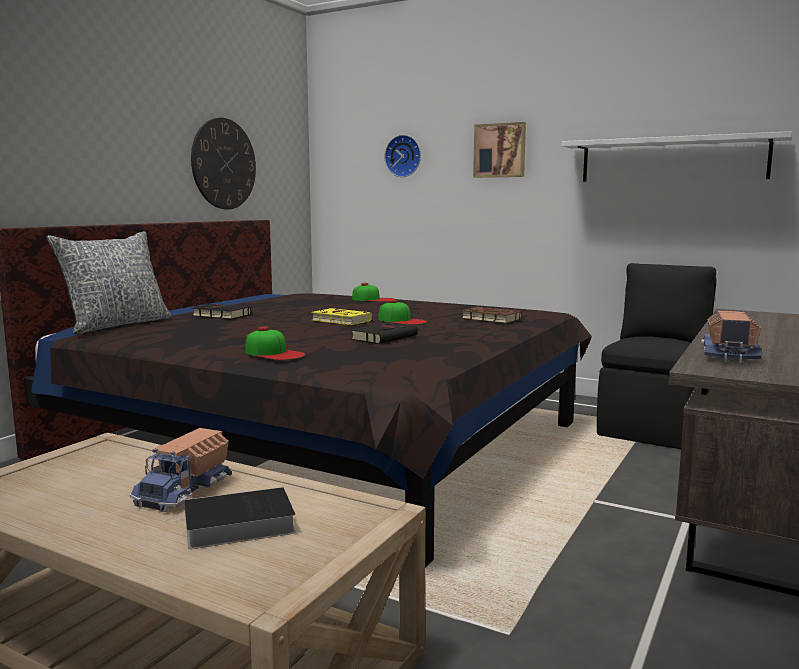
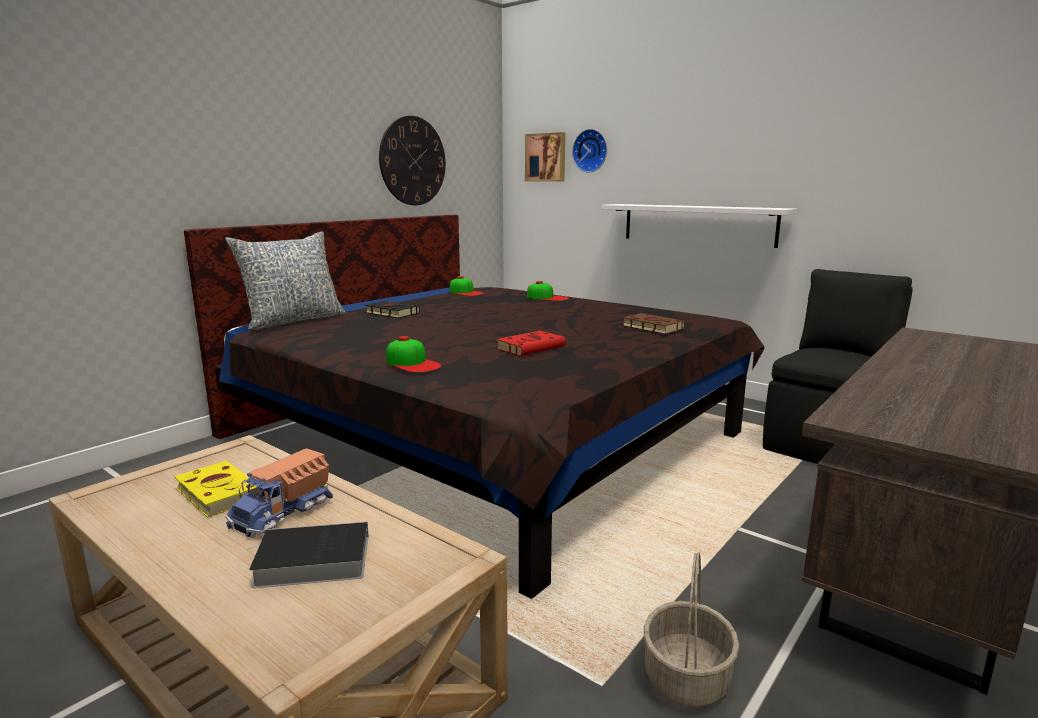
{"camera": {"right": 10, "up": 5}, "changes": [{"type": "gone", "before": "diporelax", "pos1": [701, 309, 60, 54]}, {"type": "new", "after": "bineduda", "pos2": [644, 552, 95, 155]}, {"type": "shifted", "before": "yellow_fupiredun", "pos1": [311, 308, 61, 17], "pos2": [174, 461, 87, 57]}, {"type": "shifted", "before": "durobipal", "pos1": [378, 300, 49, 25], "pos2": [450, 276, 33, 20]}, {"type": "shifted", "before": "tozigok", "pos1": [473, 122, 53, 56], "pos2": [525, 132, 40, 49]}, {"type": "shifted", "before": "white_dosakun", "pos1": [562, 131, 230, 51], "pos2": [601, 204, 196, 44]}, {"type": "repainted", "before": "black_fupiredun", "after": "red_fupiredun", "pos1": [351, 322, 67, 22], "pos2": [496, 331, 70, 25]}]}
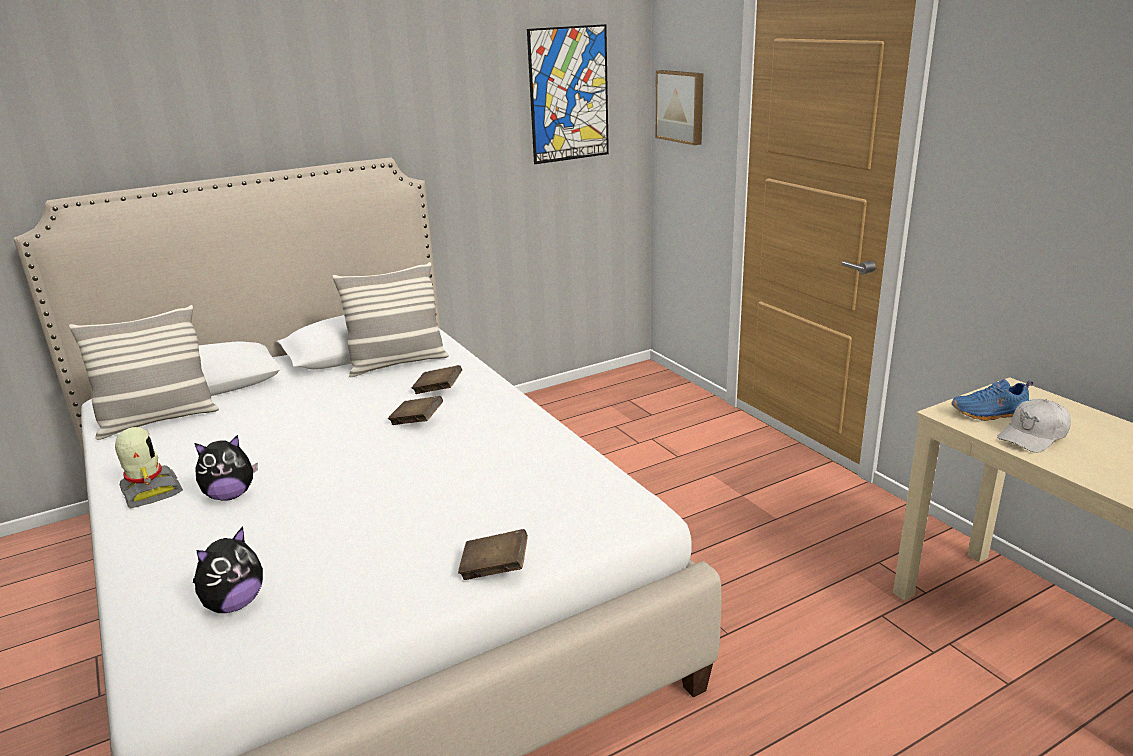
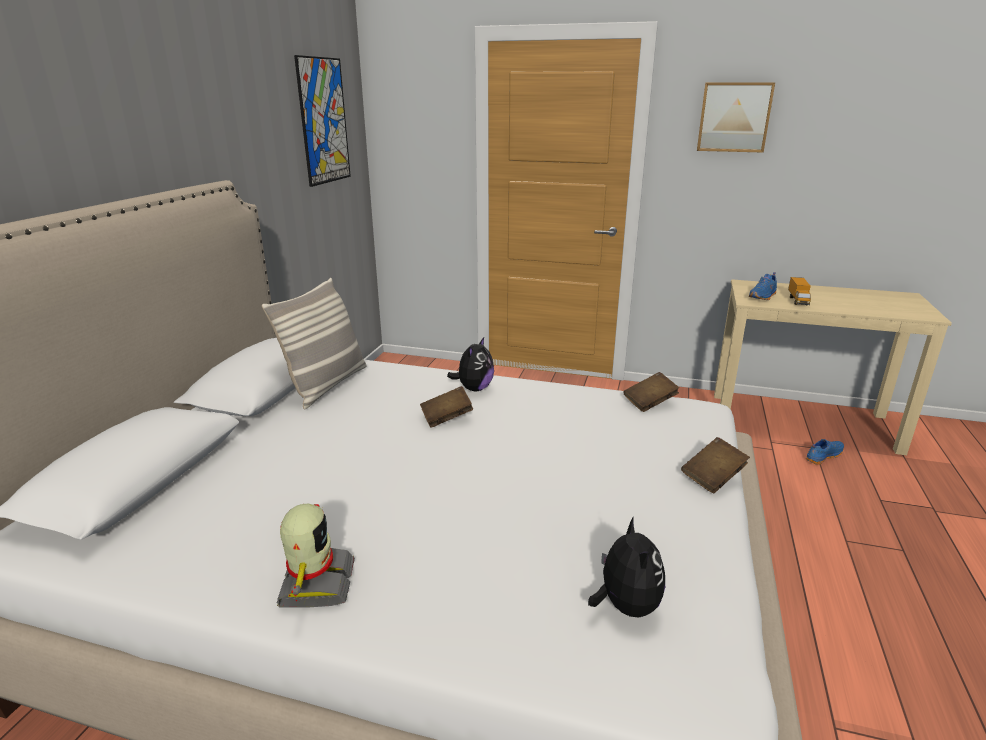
{"camera": {"right": -45, "up": 0}, "changes": [{"type": "gone", "before": "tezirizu", "pos1": [69, 305, 150, 135]}, {"type": "new", "after": "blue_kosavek", "pos2": [806, 439, 38, 26]}, {"type": "shifted", "before": "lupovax", "pos1": [195, 435, 63, 66], "pos2": [447, 337, 47, 55]}, {"type": "shifted", "before": "brown_fupiredun", "pos1": [412, 365, 50, 29], "pos2": [624, 372, 55, 40]}, {"type": "shifted", "before": "tozigok", "pos1": [655, 70, 48, 75], "pos2": [697, 82, 78, 71]}, {"type": "swapped", "before": "white_durobipal", "after": "diporelax", "pos1": [997, 399, 74, 54], "pos2": [788, 277, 23, 29]}, {"type": "rotated", "before": "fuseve", "pos1": [115, 427, 68, 81], "pos2": [277, 504, 78, 104], "turn": 75}]}
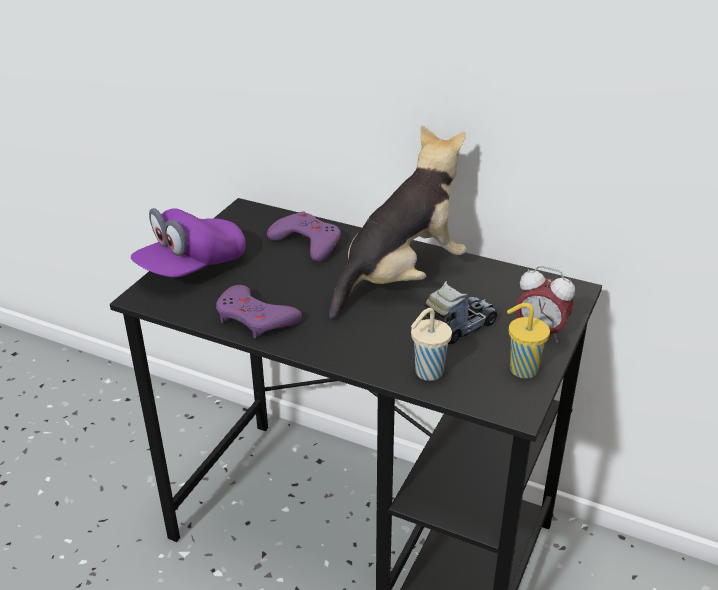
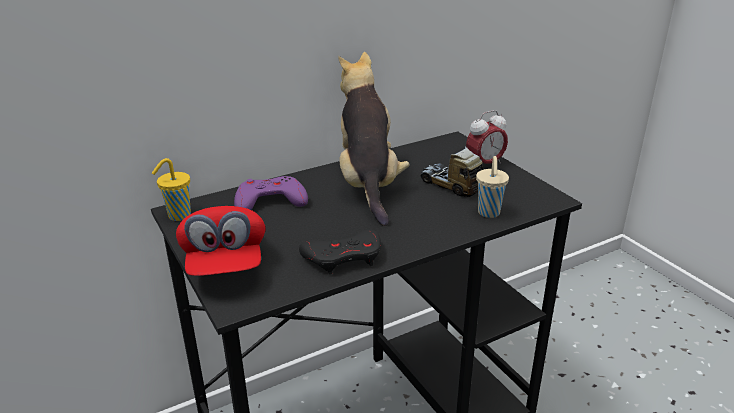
{"camera": {"right": -55, "up": -5}, "changes": [{"type": "shifted", "before": "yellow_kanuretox", "pos1": [507, 303, 43, 76], "pos2": [152, 158, 39, 63]}, {"type": "repainted", "before": "purple_durobipal", "after": "red_durobipal", "pos1": [131, 208, 115, 69], "pos2": [176, 206, 90, 70]}, {"type": "repainted", "before": "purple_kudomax", "after": "black_kudomax", "pos1": [216, 285, 86, 53], "pos2": [299, 230, 82, 45]}, {"type": "rotated", "before": "diporelax", "pos1": [422, 281, 76, 63], "pos2": [421, 147, 62, 50], "turn": -45}]}
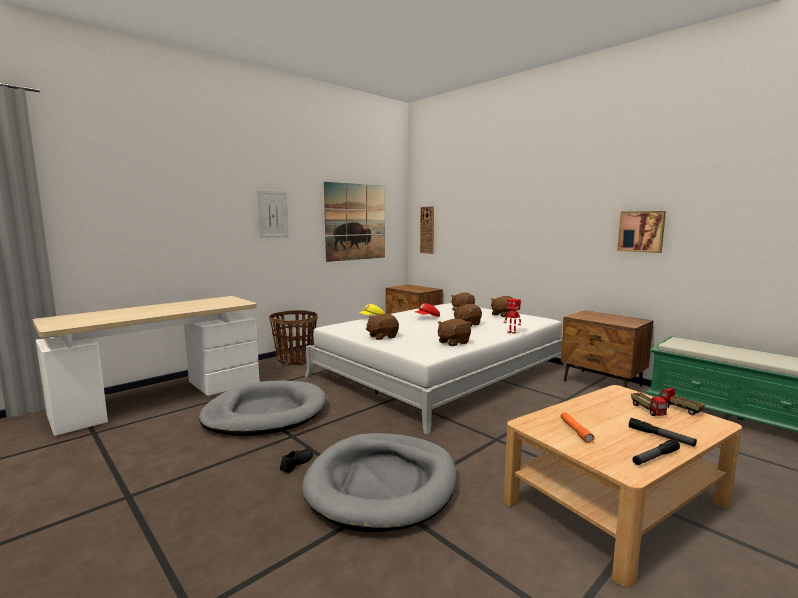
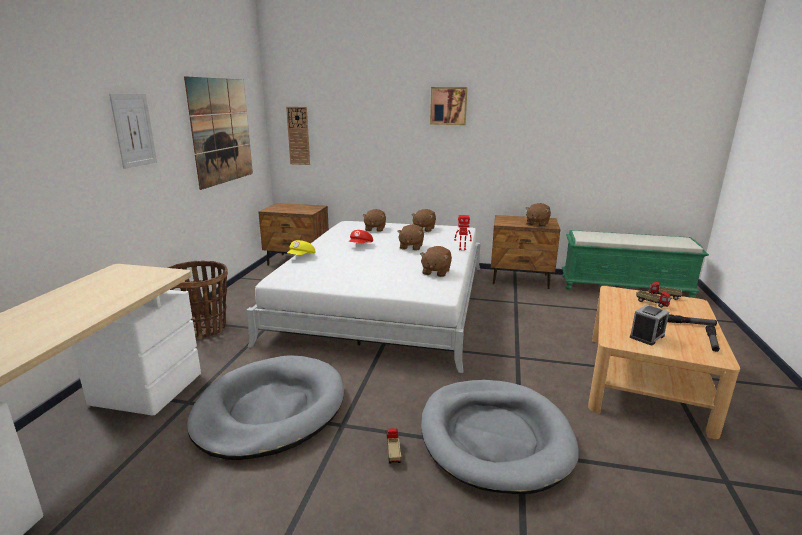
{"camera": {"right": -35, "up": 10}, "changes": [{"type": "shifted", "before": "brown_lupovax", "pos1": [366, 314, 33, 26], "pos2": [526, 203, 25, 24]}, {"type": "shifted", "before": "tozigok", "pos1": [617, 211, 49, 42], "pos2": [430, 87, 38, 38]}, {"type": "swapped", "before": "black_kosavek", "after": "diporelax", "pos1": [280, 449, 33, 24], "pos2": [386, 428, 15, 36]}, {"type": "swapped", "before": "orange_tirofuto", "after": "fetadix", "pos1": [561, 412, 33, 32], "pos2": [630, 304, 39, 41]}]}
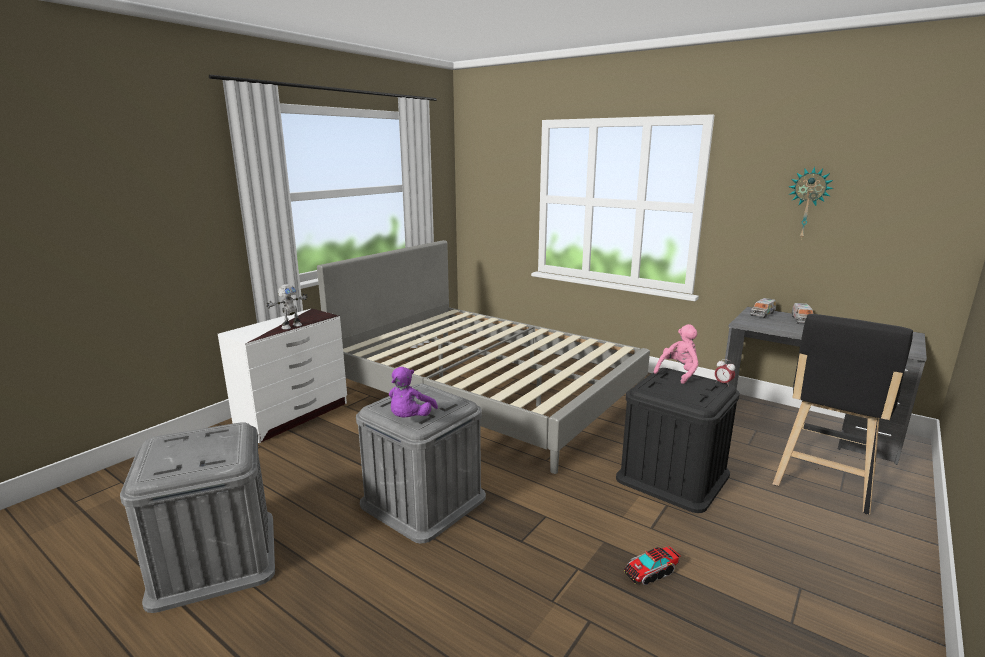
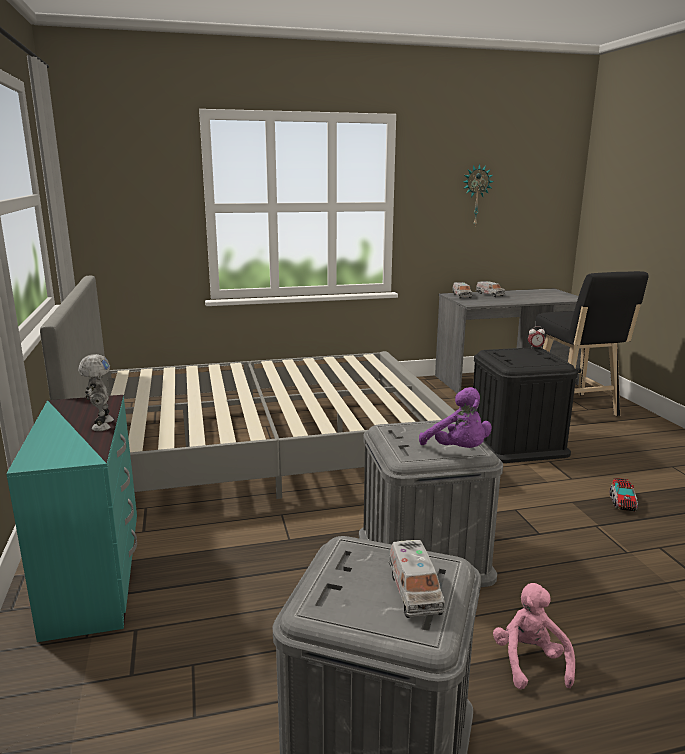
{"camera": {"right": -50, "up": 0}, "changes": [{"type": "new", "after": "diporelax", "pos2": [389, 540, 56, 78]}, {"type": "shifted", "before": "pink_lupovax", "pos1": [654, 324, 45, 60], "pos2": [493, 583, 82, 106]}, {"type": "repainted", "before": "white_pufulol", "after": "turquoise_pufulol", "pos1": [218, 309, 129, 134], "pos2": [6, 395, 131, 247]}]}
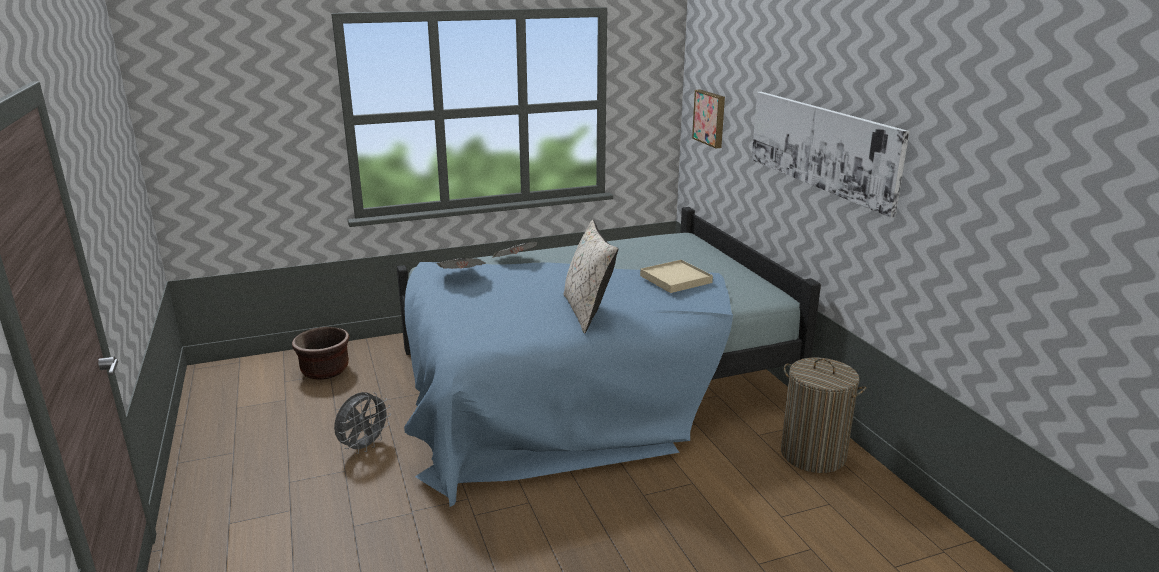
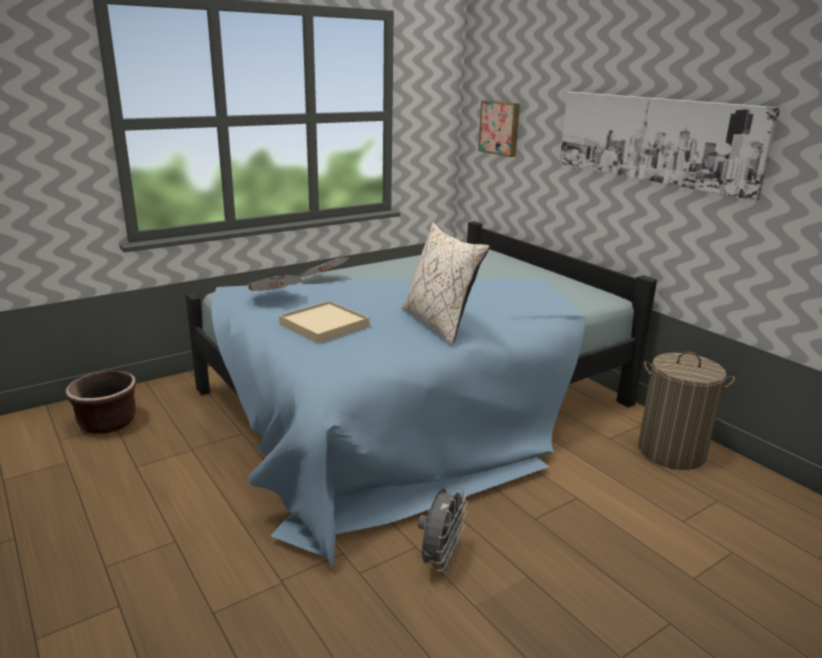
{"camera": {"right": -15, "up": 0}, "changes": [{"type": "shifted", "before": "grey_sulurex", "pos1": [334, 392, 57, 62], "pos2": [418, 487, 50, 86]}, {"type": "shifted", "before": "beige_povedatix", "pos1": [640, 260, 73, 33], "pos2": [279, 301, 90, 43]}]}
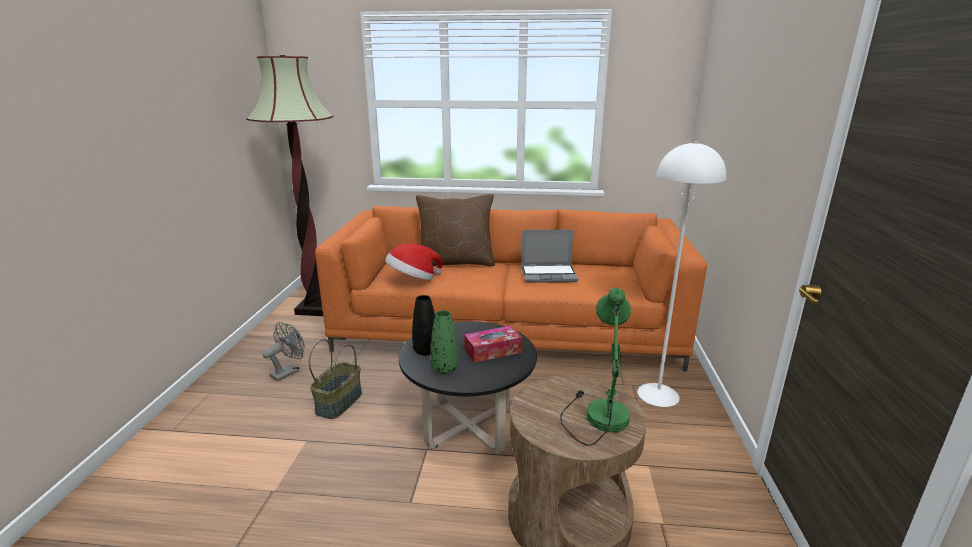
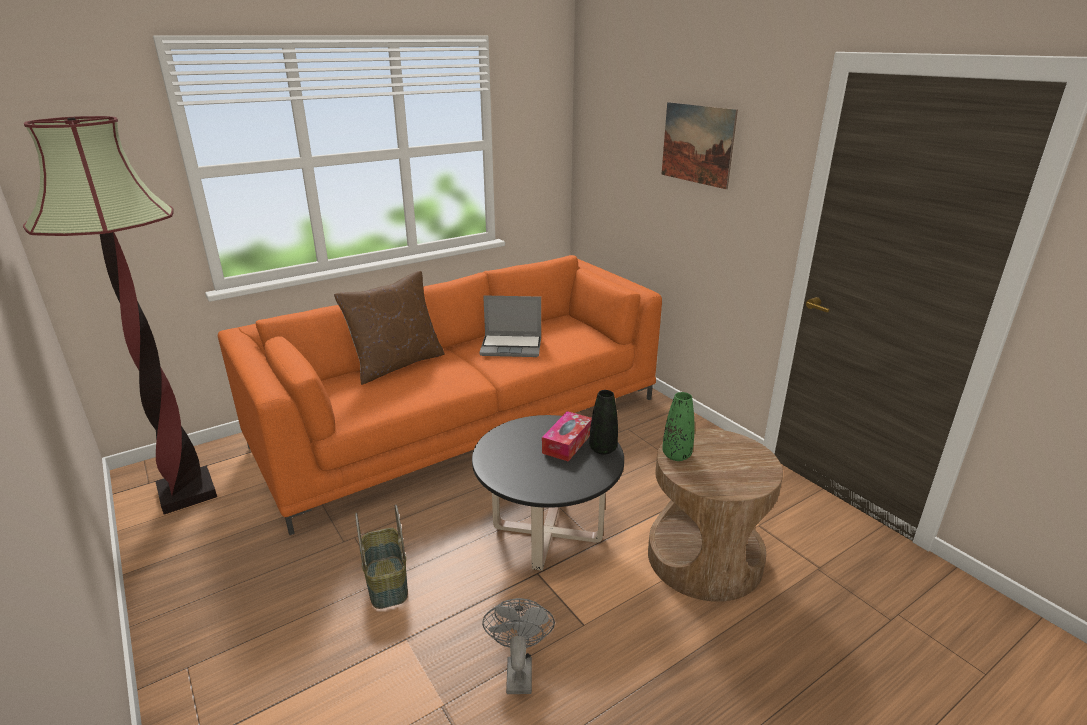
{"camera": {"right": -40, "up": 5}, "changes": [{"type": "gone", "before": "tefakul", "pos1": [385, 244, 57, 36]}, {"type": "gone", "before": "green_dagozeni", "pos1": [560, 288, 71, 158]}, {"type": "gone", "before": "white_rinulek", "pos1": [637, 141, 89, 266]}, {"type": "new", "after": "tozigok", "pos2": [661, 102, 77, 87]}, {"type": "shifted", "before": "grey_sulurex", "pos1": [263, 322, 42, 59], "pos2": [482, 598, 73, 96]}, {"type": "shifted", "before": "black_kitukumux", "pos1": [412, 295, 23, 60], "pos2": [590, 390, 28, 65]}, {"type": "shifted", "before": "green_kitukumux", "pos1": [431, 310, 27, 64], "pos2": [662, 392, 33, 69]}, {"type": "rotated", "before": "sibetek", "pos1": [521, 229, 58, 54], "pos2": [479, 295, 62, 62], "turn": 45}]}
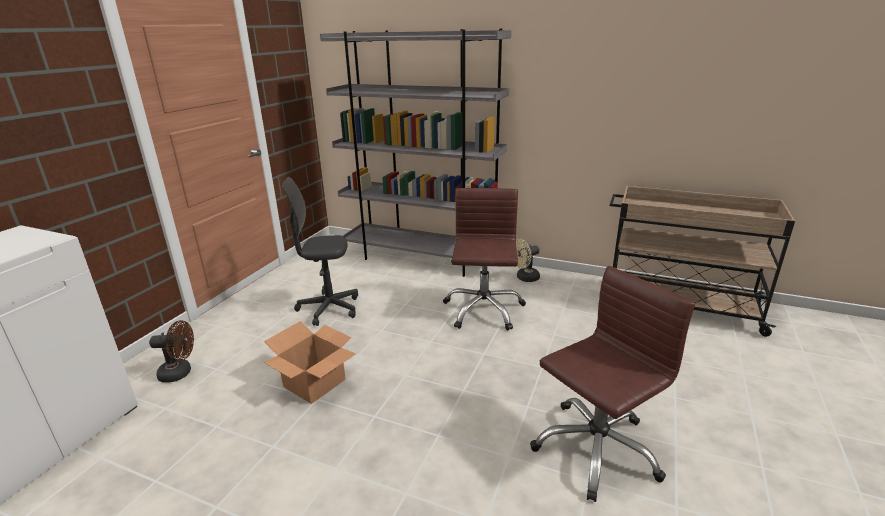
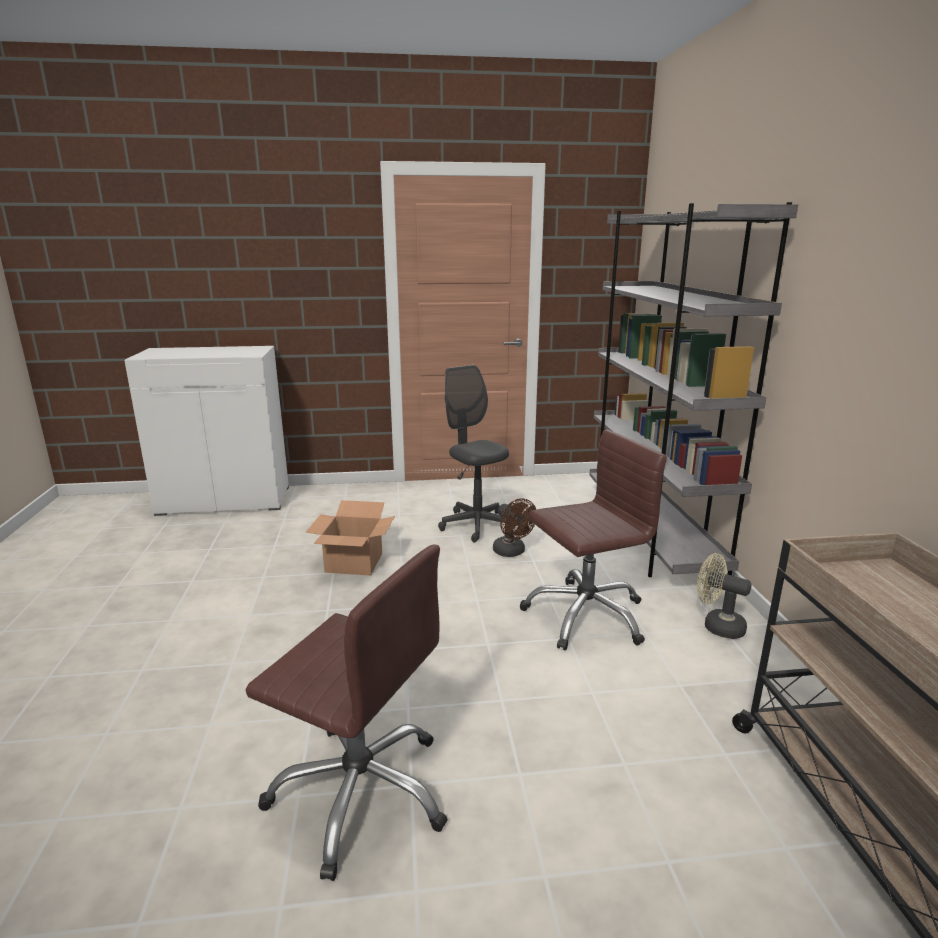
{"camera": {"right": 60, "up": -5}, "changes": [{"type": "shifted", "before": "brown_sulurex", "pos1": [149, 320, 45, 63], "pos2": [493, 498, 43, 59]}]}
